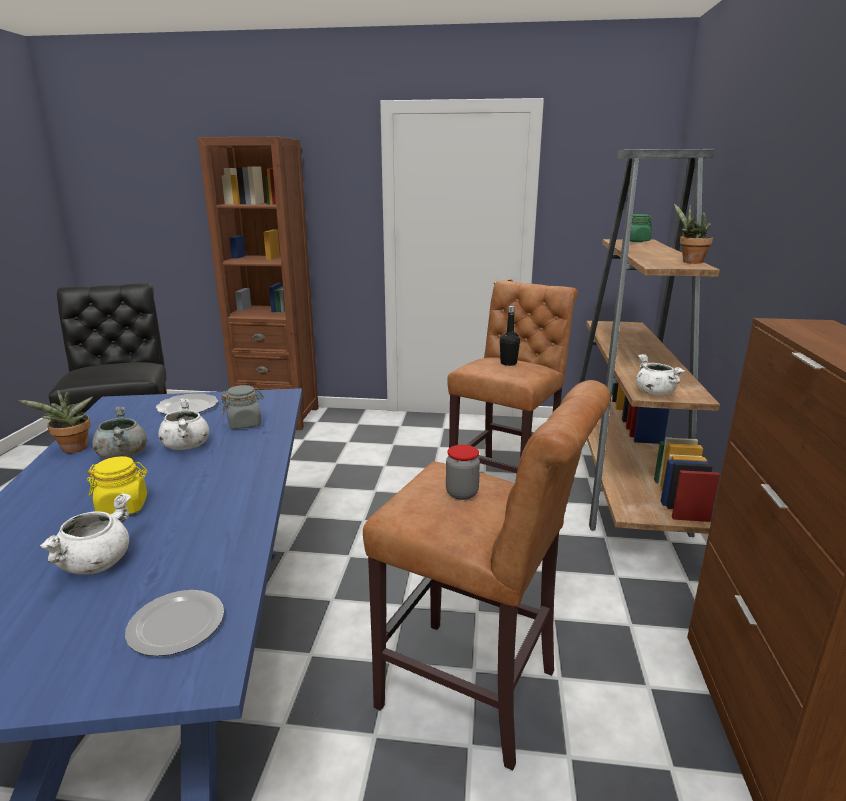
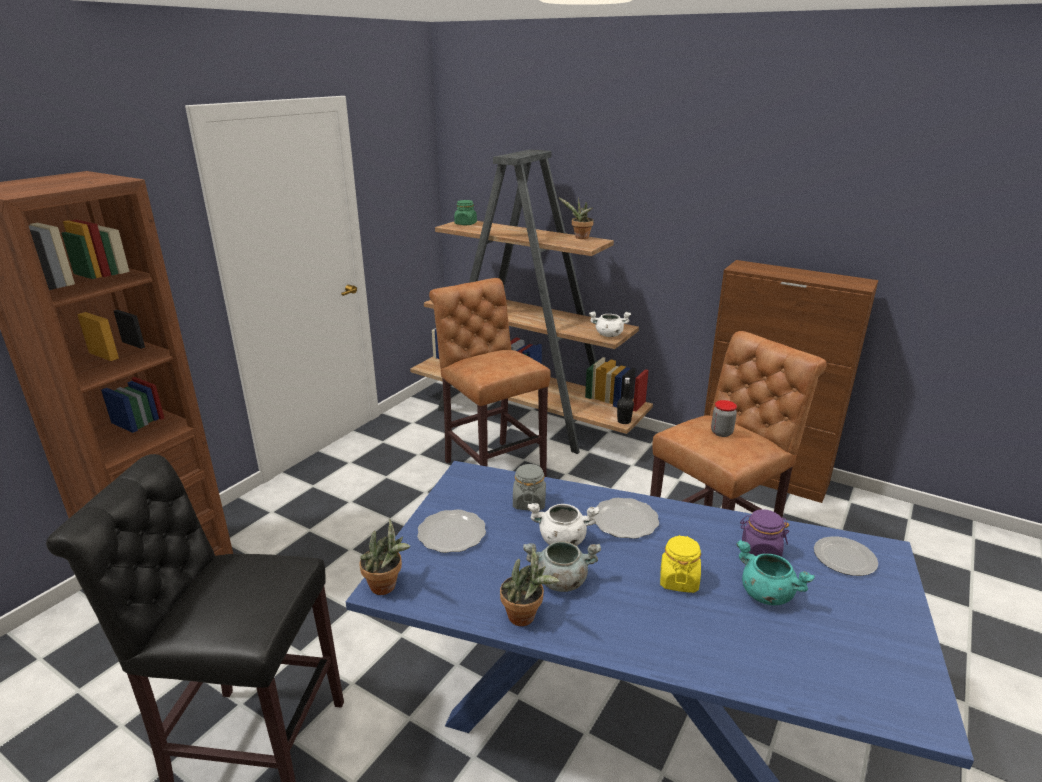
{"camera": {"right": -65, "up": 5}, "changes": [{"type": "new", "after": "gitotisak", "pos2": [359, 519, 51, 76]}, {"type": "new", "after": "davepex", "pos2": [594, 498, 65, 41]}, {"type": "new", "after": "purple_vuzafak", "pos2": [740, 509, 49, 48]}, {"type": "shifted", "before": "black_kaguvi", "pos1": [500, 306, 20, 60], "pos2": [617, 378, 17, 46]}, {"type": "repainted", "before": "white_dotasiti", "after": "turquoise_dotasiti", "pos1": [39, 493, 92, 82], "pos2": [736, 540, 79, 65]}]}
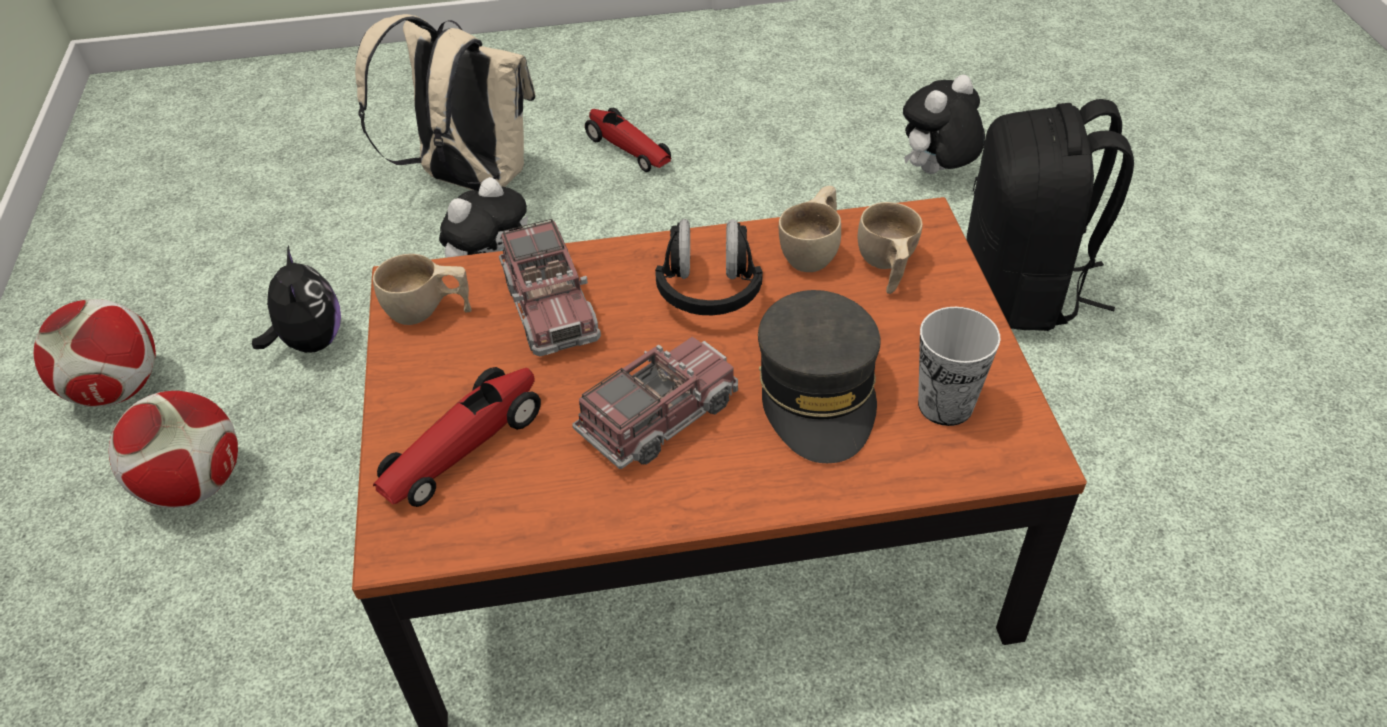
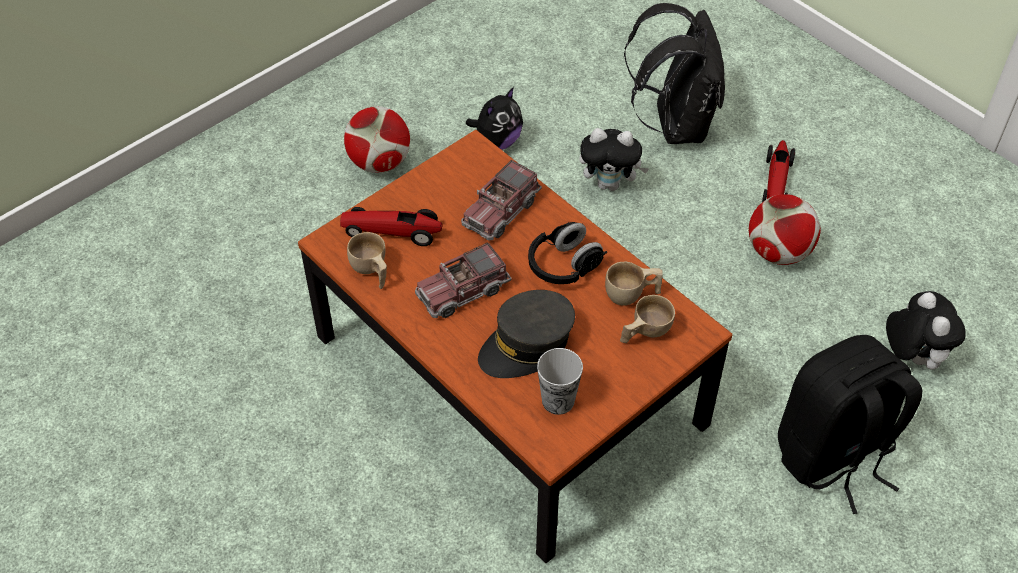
{"camera": {"right": 55, "up": 5}, "changes": [{"type": "shifted", "before": "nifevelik", "pos1": [33, 299, 123, 108], "pos2": [749, 194, 72, 71]}, {"type": "shifted", "before": "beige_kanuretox", "pos1": [373, 254, 99, 71], "pos2": [347, 232, 40, 57]}, {"type": "repainted", "before": "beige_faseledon", "after": "black_faseledon", "pos1": [355, 14, 180, 177], "pos2": [624, 3, 101, 141]}, {"type": "rotated", "before": "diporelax", "pos1": [572, 336, 166, 133], "pos2": [415, 242, 96, 76], "turn": 135}, {"type": "rotated", "before": "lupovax", "pos1": [903, 75, 82, 99], "pos2": [886, 291, 79, 78], "turn": 60}]}
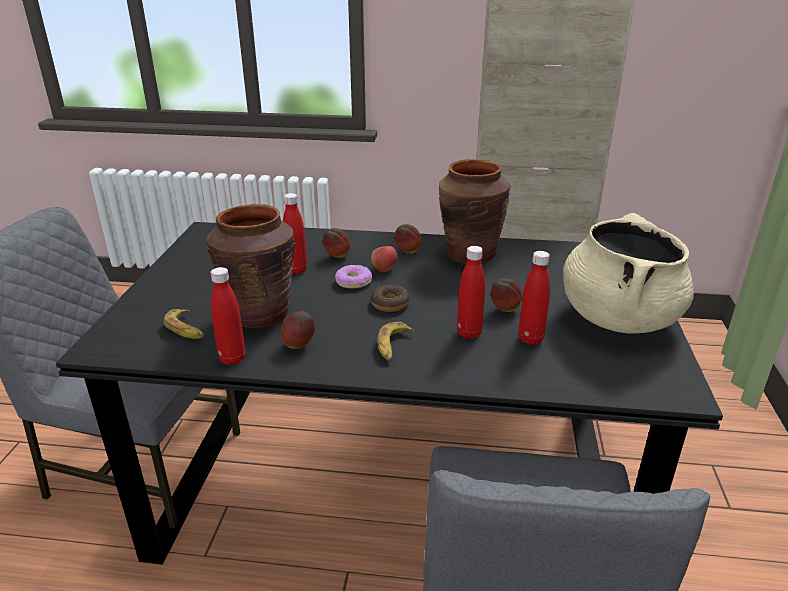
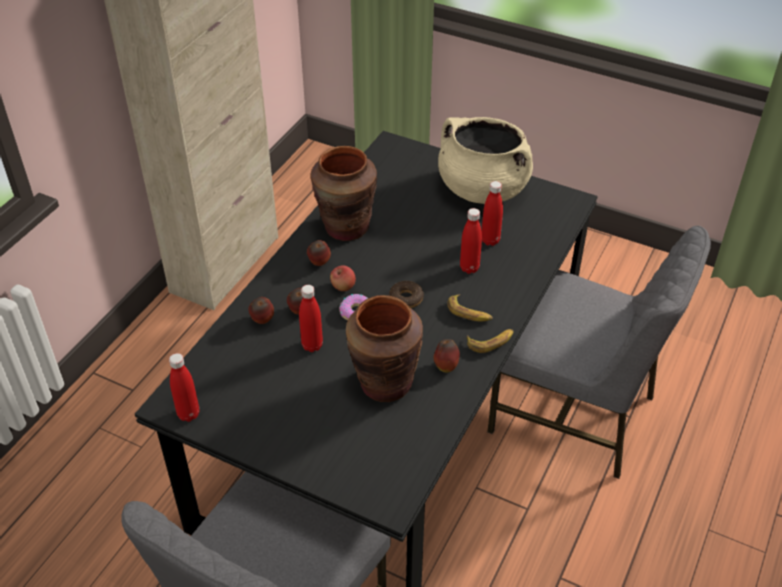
{"camera": {"right": -70, "up": 15}, "changes": [{"type": "shifted", "before": "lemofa", "pos1": [164, 309, 40, 30], "pos2": [467, 329, 47, 24]}, {"type": "shifted", "before": "red_kaguvi", "pos1": [211, 267, 34, 98], "pos2": [169, 353, 30, 69]}, {"type": "shifted", "before": "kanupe", "pos1": [491, 278, 31, 34], "pos2": [248, 297, 26, 27]}]}
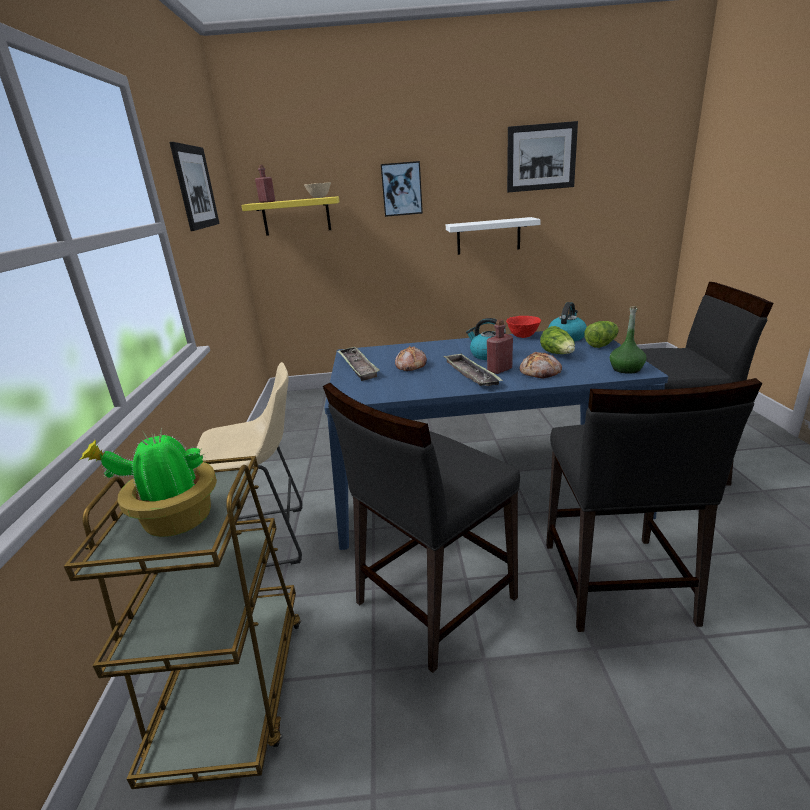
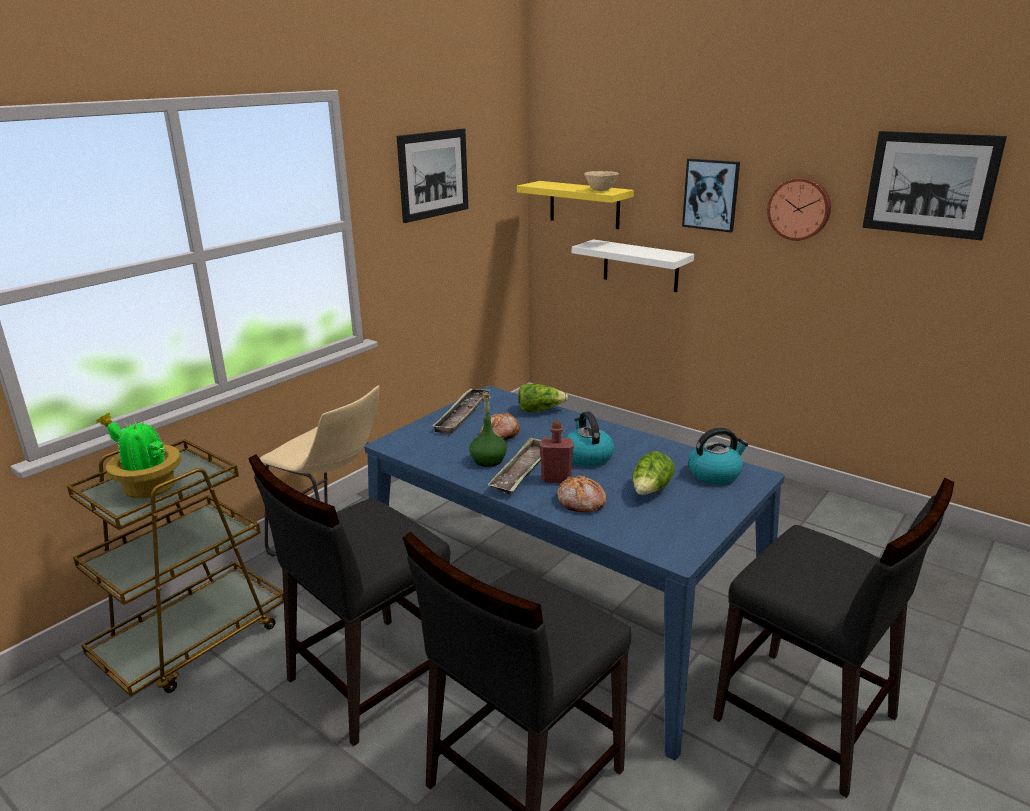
{"camera": {"right": 40, "up": 0}, "changes": [{"type": "gone", "before": "red_kaguvi", "pos1": [255, 165, 20, 38]}, {"type": "gone", "before": "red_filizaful", "pos1": [506, 316, 35, 22]}, {"type": "new", "after": "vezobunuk", "pos2": [767, 177, 64, 64]}, {"type": "shifted", "before": "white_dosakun", "pos1": [446, 217, 95, 38], "pos2": [572, 239, 122, 53]}, {"type": "shifted", "before": "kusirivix", "pos1": [584, 321, 35, 27], "pos2": [518, 384, 50, 28]}, {"type": "shifted", "before": "green_kaguvi", "pos1": [610, 306, 36, 68], "pos2": [469, 393, 38, 74]}, {"type": "rotated", "before": "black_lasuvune", "pos1": [323, 383, 197, 290], "pos2": [248, 454, 202, 292], "turn": -45}]}
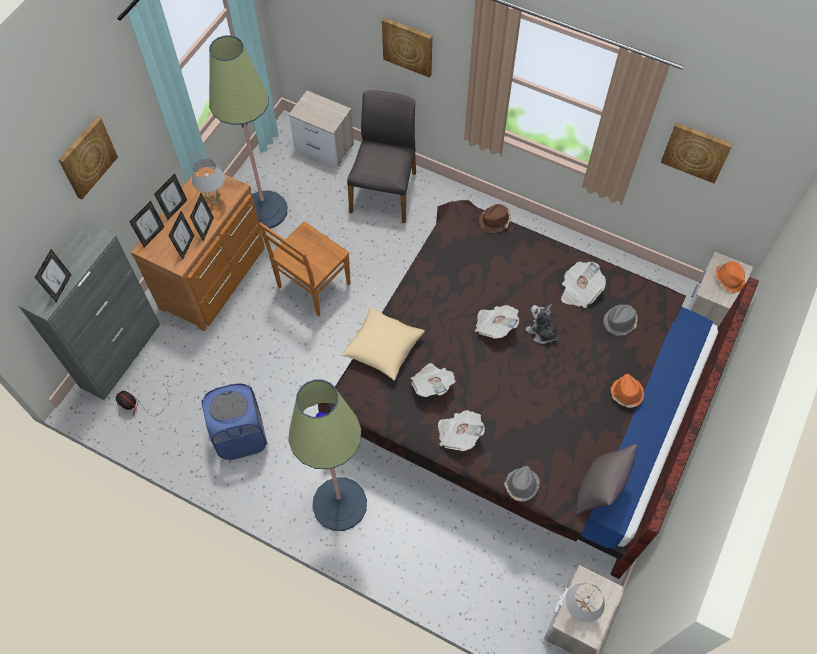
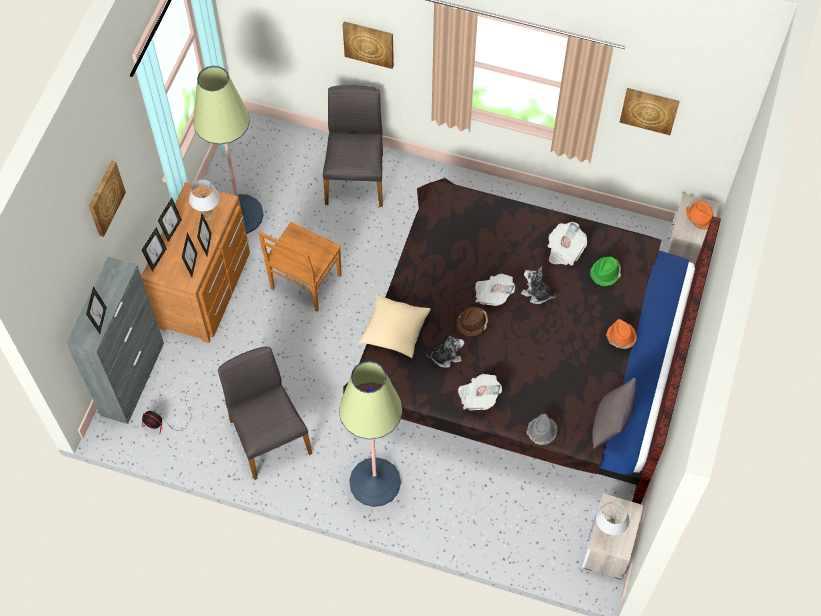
{"camera": {"right": -10, "up": 0}, "changes": [{"type": "gone", "before": "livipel", "pos1": [289, 91, 65, 75]}, {"type": "shifted", "before": "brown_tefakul", "pos1": [479, 204, 32, 29], "pos2": [456, 307, 32, 30]}, {"type": "swapped", "before": "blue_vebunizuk", "after": "grey_lasuvune", "pos1": [201, 384, 66, 76], "pos2": [218, 347, 94, 133]}, {"type": "swapped", "before": "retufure", "after": "lupovax", "pos1": [410, 363, 45, 34], "pos2": [426, 336, 38, 32]}, {"type": "repainted", "before": "grey_tefakul", "after": "green_tefakul", "pos1": [603, 304, 35, 32], "pos2": [590, 257, 31, 29]}]}
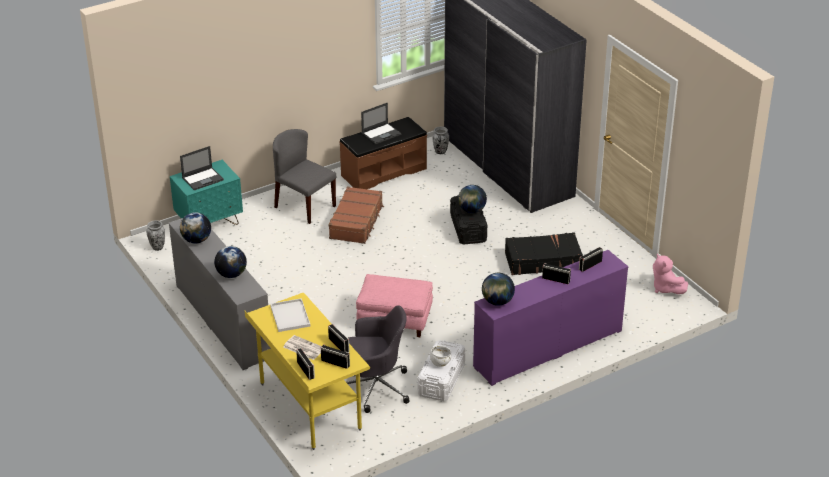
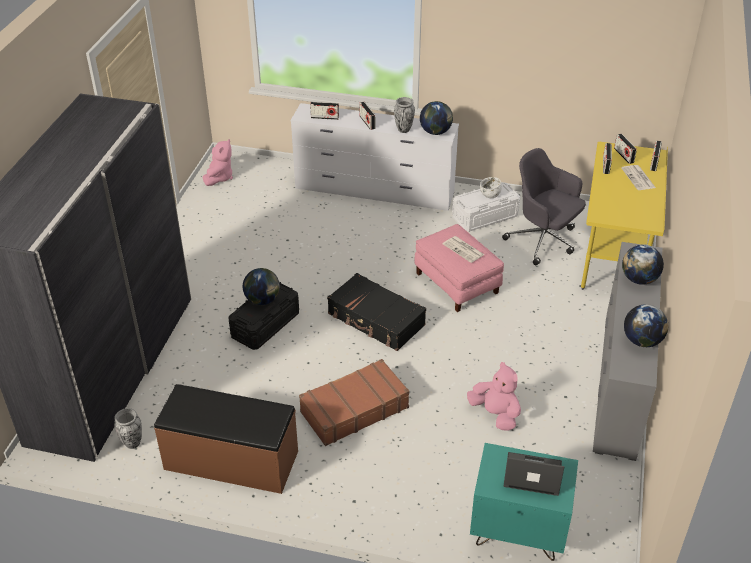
{"camera": {"right": -135, "up": 5}, "changes": [{"type": "gone", "before": "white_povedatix", "pos1": [270, 298, 40, 34]}, {"type": "gone", "before": "grey_lasuvune", "pos1": [273, 129, 63, 95]}, {"type": "gone", "before": "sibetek", "pos1": [361, 103, 40, 41]}, {"type": "new", "after": "retufure", "pos2": [443, 236, 42, 27]}, {"type": "new", "after": "pink_lupovax", "pos2": [467, 362, 54, 68]}, {"type": "shifted", "before": "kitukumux", "pos1": [146, 220, 19, 31], "pos2": [394, 97, 21, 36]}, {"type": "shifted", "before": "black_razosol", "pos1": [505, 232, 78, 43], "pos2": [327, 273, 99, 78]}, {"type": "repainted", "before": "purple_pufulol", "after": "white_pufulol", "pos1": [473, 250, 156, 136], "pos2": [291, 103, 168, 108]}]}
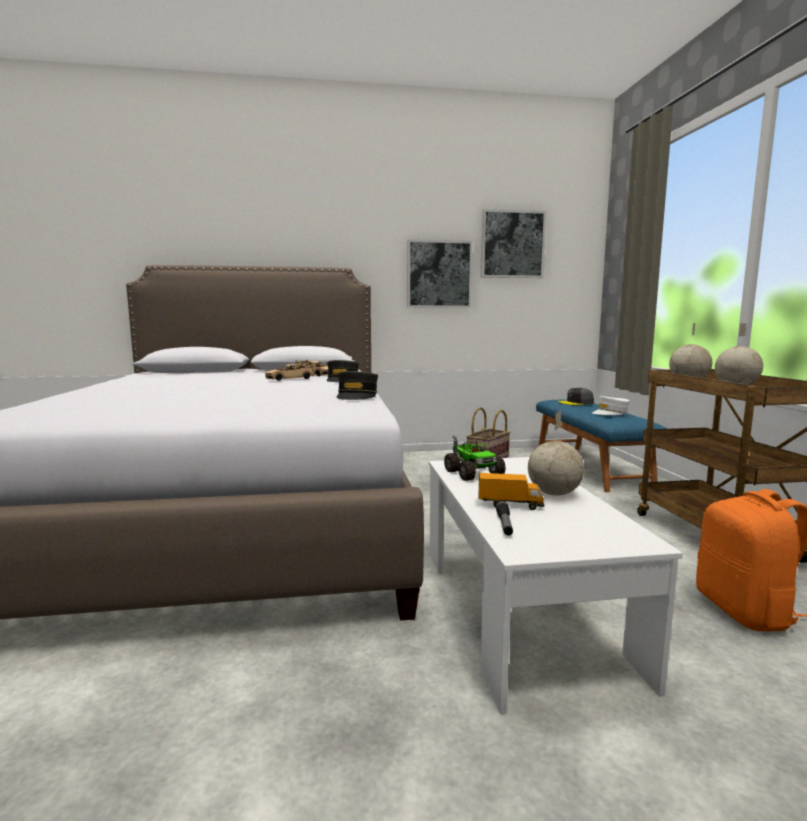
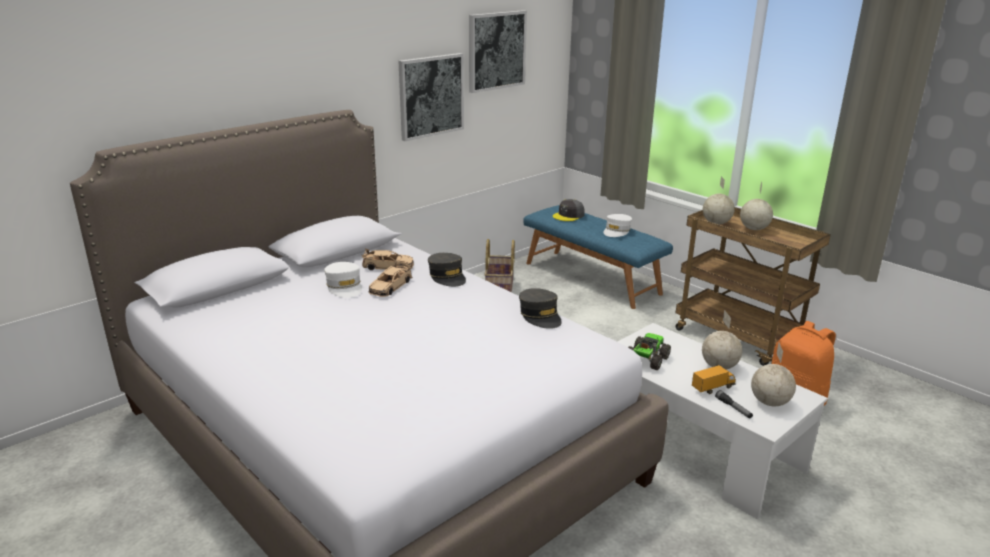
{"camera": {"right": -35, "up": 15}, "changes": [{"type": "new", "after": "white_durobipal", "pos2": [324, 262, 38, 36]}, {"type": "new", "after": "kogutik", "pos2": [751, 343, 45, 63]}, {"type": "rotated", "before": "diporelax", "pos1": [444, 435, 62, 46], "pos2": [628, 333, 43, 37], "turn": -90}]}
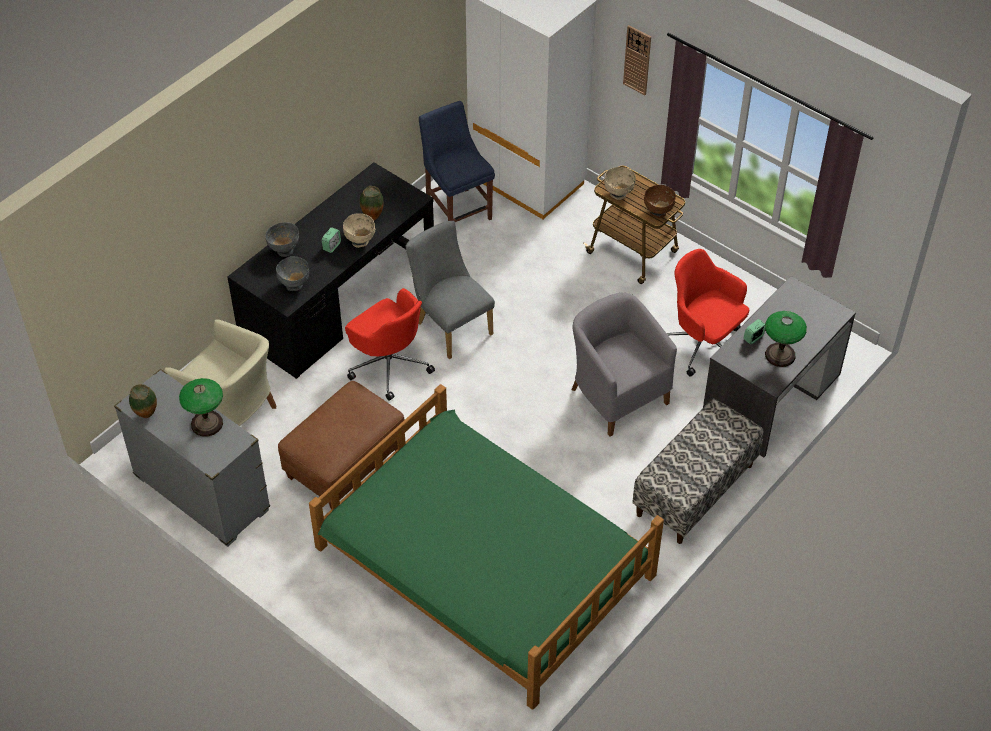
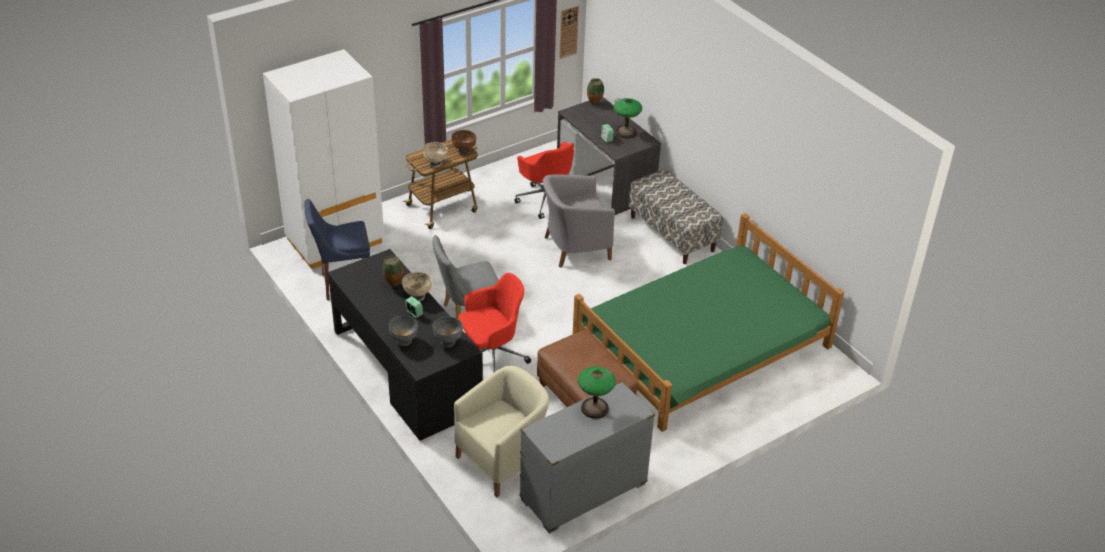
{"camera": {"right": -75, "up": -10}, "changes": [{"type": "shifted", "before": "kitukumux", "pos1": [129, 384, 28, 34], "pos2": [587, 78, 17, 27]}, {"type": "shifted", "before": "vezobunuk", "pos1": [623, 25, 28, 70], "pos2": [559, 5, 20, 54]}, {"type": "rotated", "before": "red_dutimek", "pos1": [667, 249, 82, 128], "pos2": [514, 142, 60, 77], "turn": -90}]}
